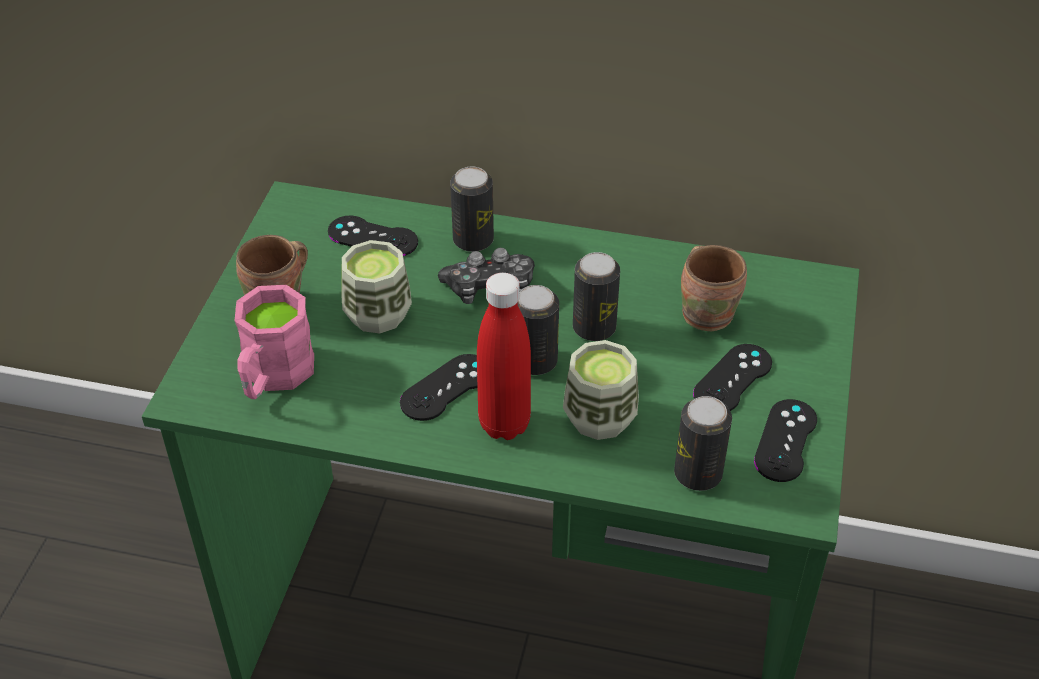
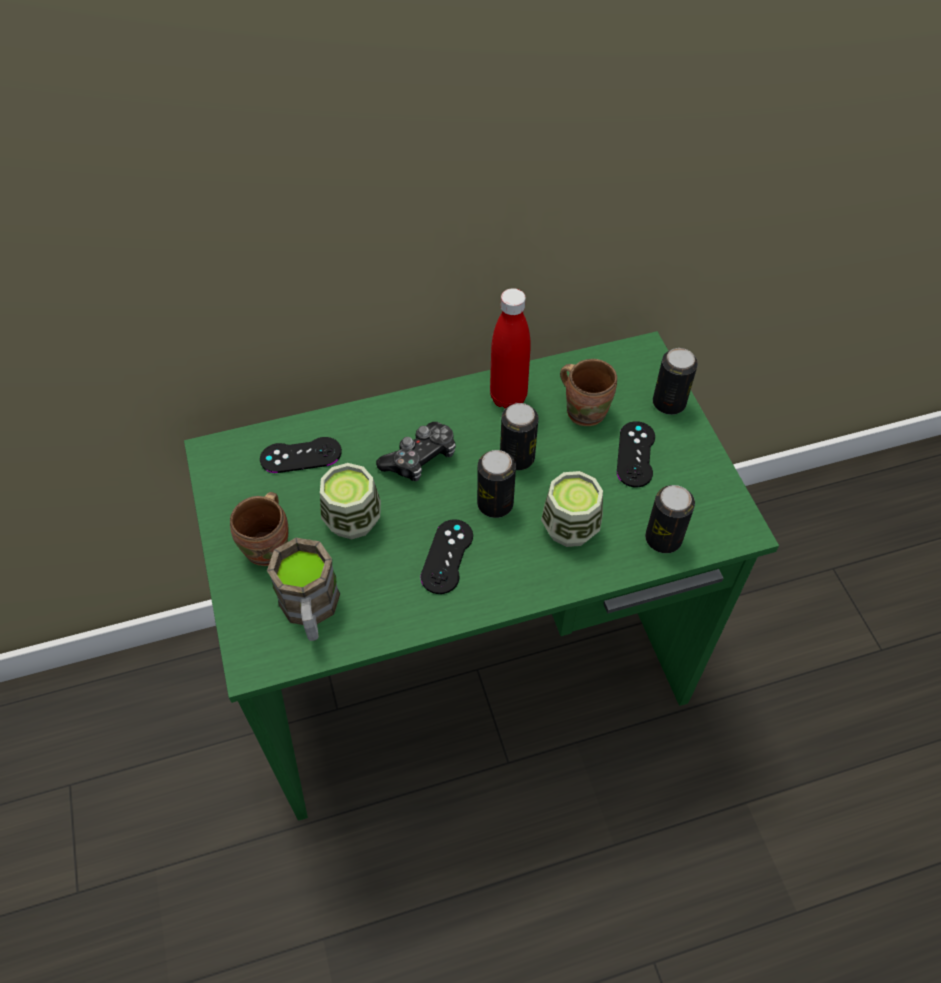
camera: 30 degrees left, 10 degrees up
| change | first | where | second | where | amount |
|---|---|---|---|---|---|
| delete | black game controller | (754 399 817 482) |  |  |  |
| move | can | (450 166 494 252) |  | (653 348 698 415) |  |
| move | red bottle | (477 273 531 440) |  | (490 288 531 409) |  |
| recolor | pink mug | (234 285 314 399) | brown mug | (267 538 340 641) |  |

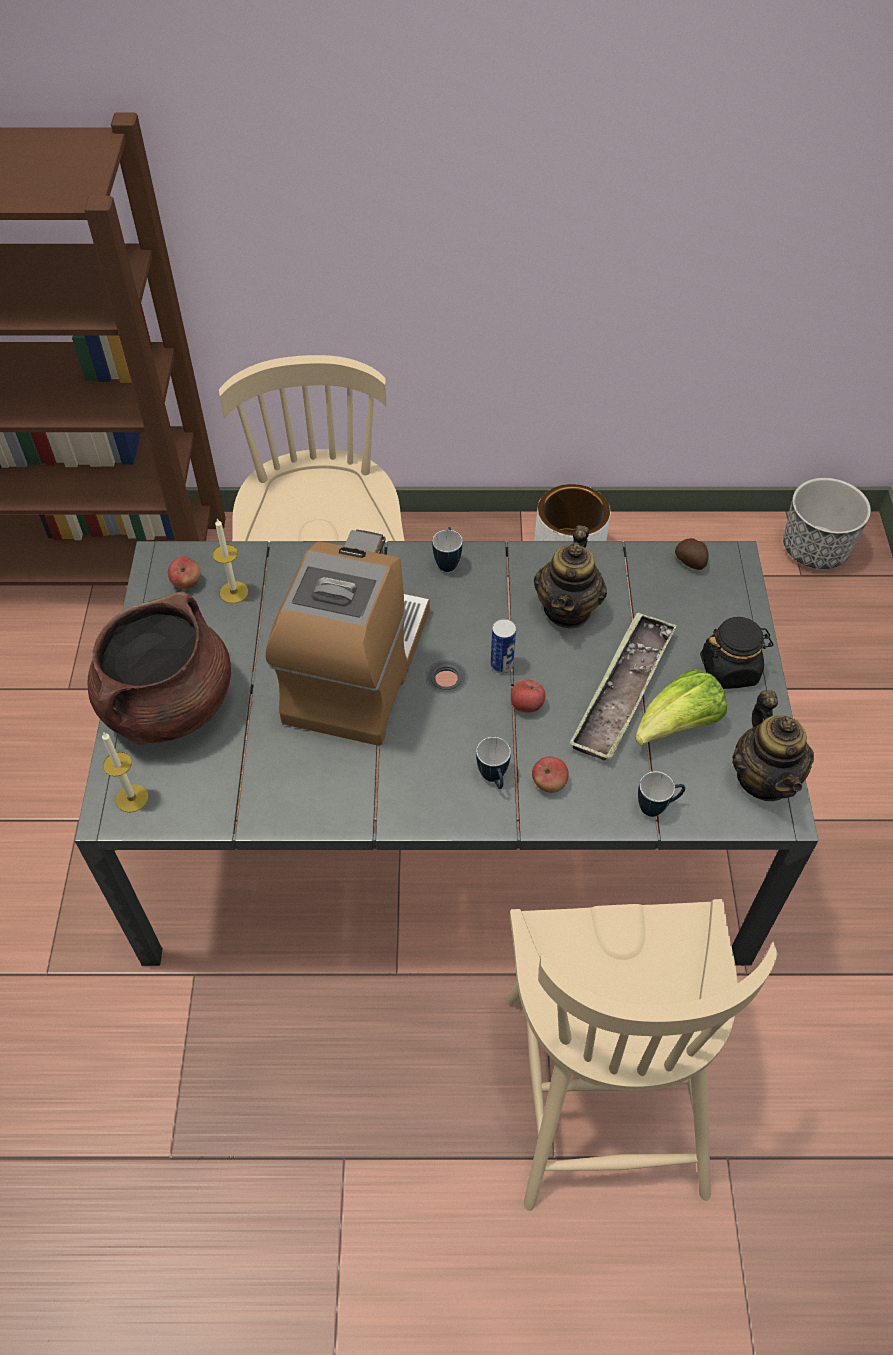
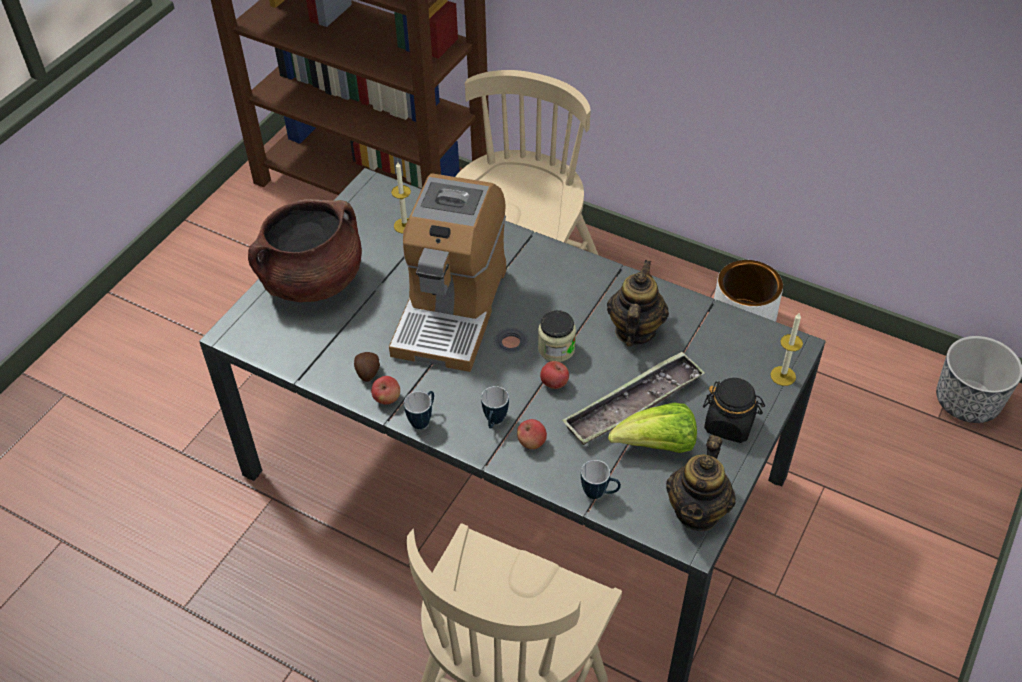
camera: 30 degrees right, 5 degrees down
| change | first | where | second | where | amount |
|---|---|---|---|---|---|
| move | candle | (102 732 148 813) |  | (770 313 803 386) |  |
| move | apple | (168 557 201 589) |  | (371 376 400 405) |  |
| move | mug | (432 527 463 572) |  | (404 391 434 429) |  |
| move | potato | (675 538 709 570) |  | (354 352 380 382) |  |
| replace | can | (490 619 516 674) | jar | (538 310 576 362) |  |
| rotate | coffee machine | (265 530 430 746) |  | (389 173 506 372) | 150 degrees clockwise |
| rotate | teapot | (534 525 607 628) |  | (607 260 669 347) | 150 degrees clockwise |

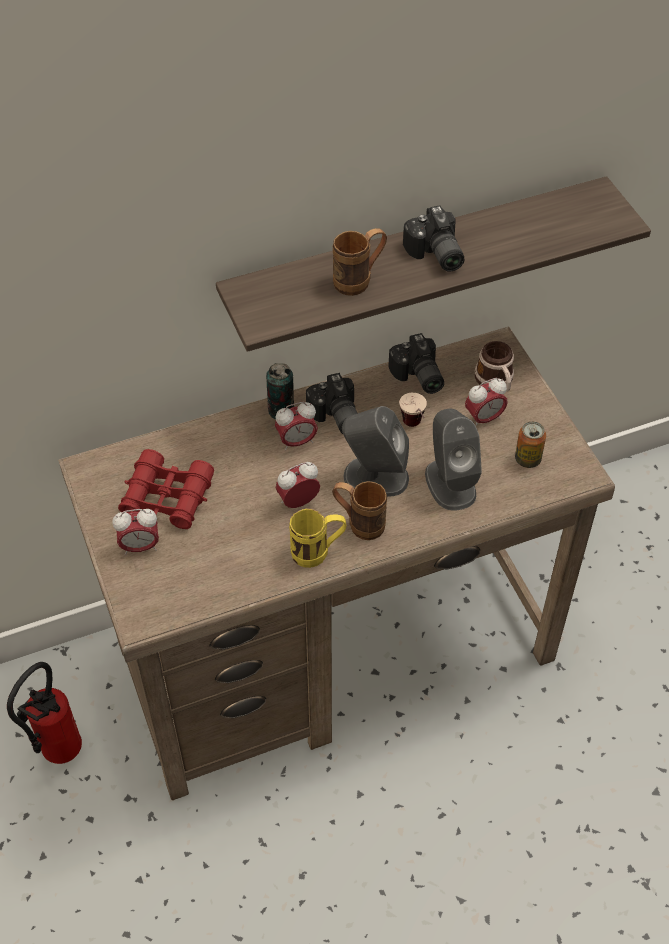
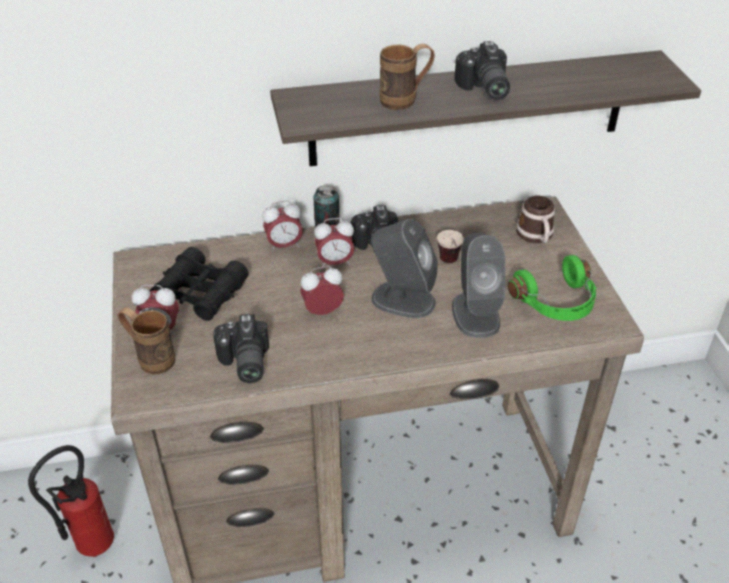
camera: 10 degrees right, 10 degrees down
| change | first | where | second | where | amount |
|---|---|---|---|---|---|
| delete | yellow mug | (289 508 346 568) |  |  |  |
| move | brown mug | (332 481 387 540) |  | (118 307 175 374) |  |
| move | photo camera | (388 333 444 394) |  | (214 314 269 383) |  |
| move | alarm clock | (465 378 508 426) |  | (262 201 303 252) |  |
| replace | can | (515 421 546 468) | green headphones | (508 255 597 321) |  |
| recolor | red binoculars | (118 449 214 529) | black binoculars | (150 247 249 321) |  |

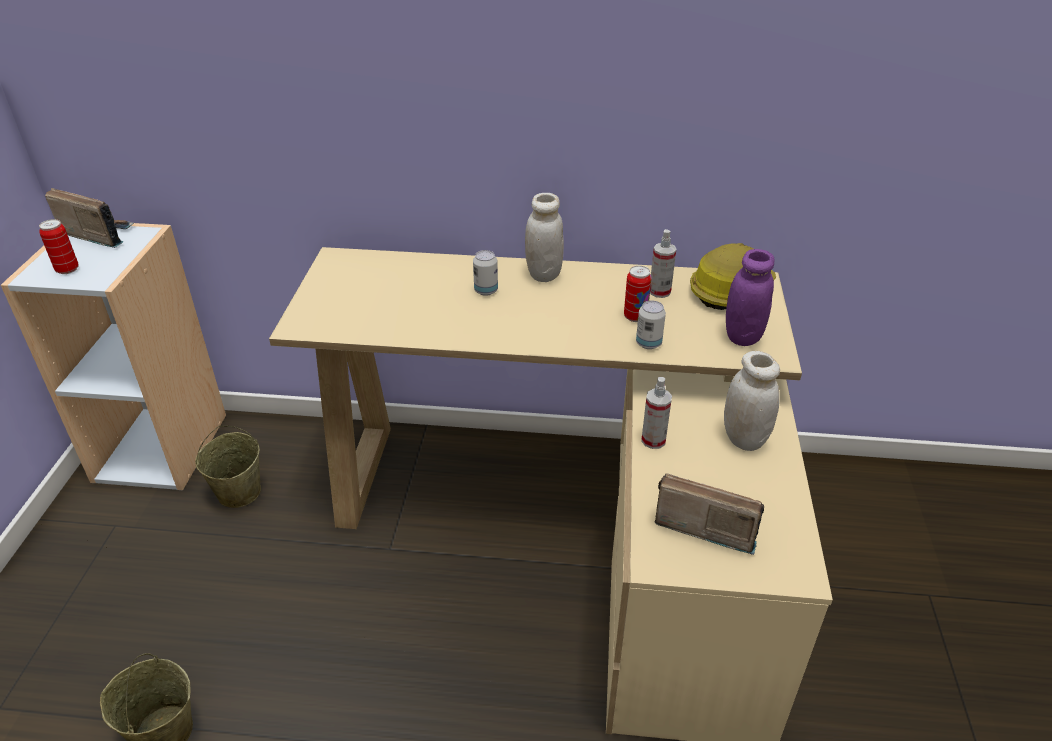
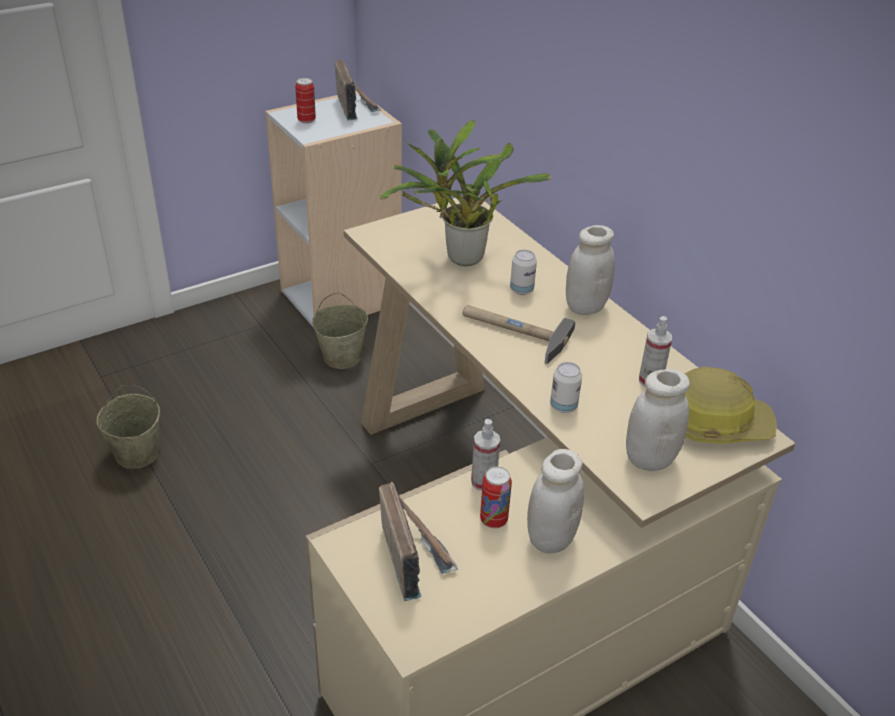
camera: 50 degrees right, 0 degrees up
| change | first | where | second | where | amount |
|---|---|---|---|---|---|
| insert |  |  | potted plant | (380 119 551 266) |  |
| insert |  |  | hammer | (462 305 575 364) |  |
| move | can | (624 266 652 322) |  | (480 466 512 528) |  |
| recolor | purple jar | (726 249 774 346) | white jar | (626 369 690 471) |  |

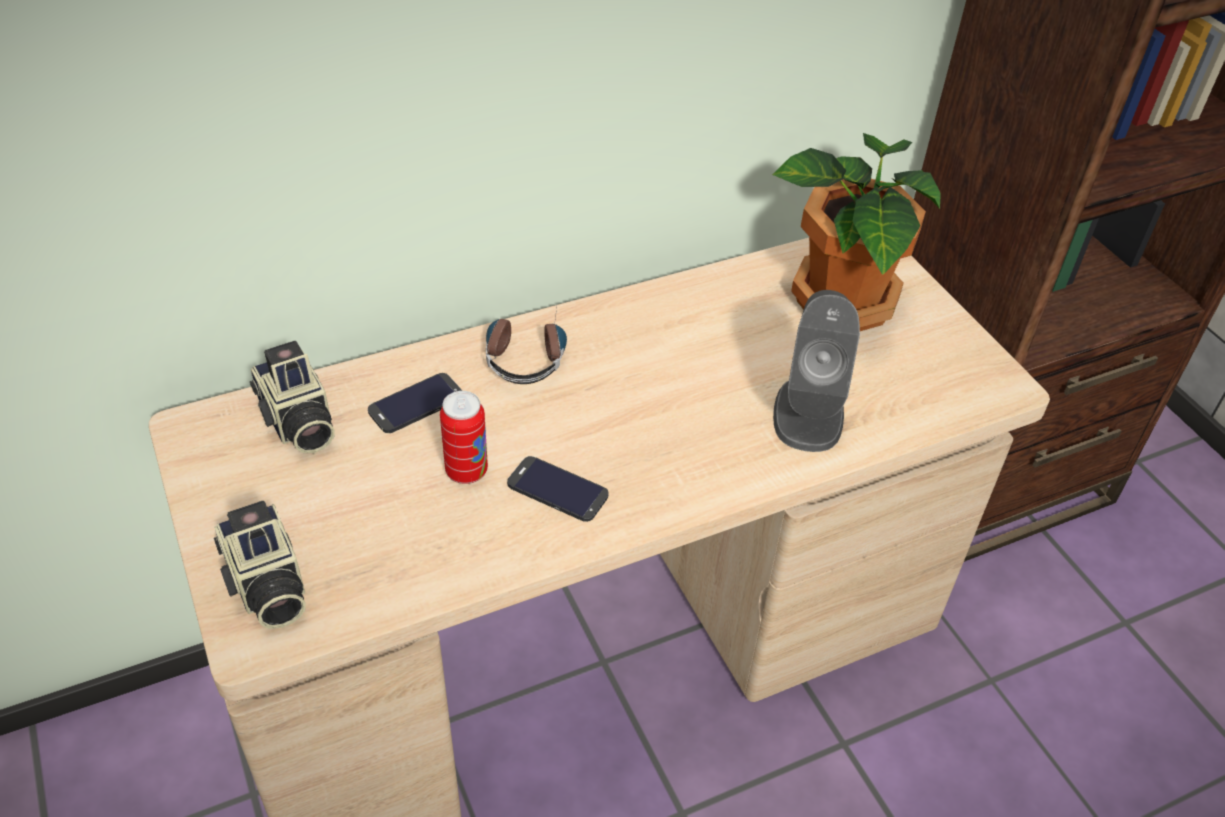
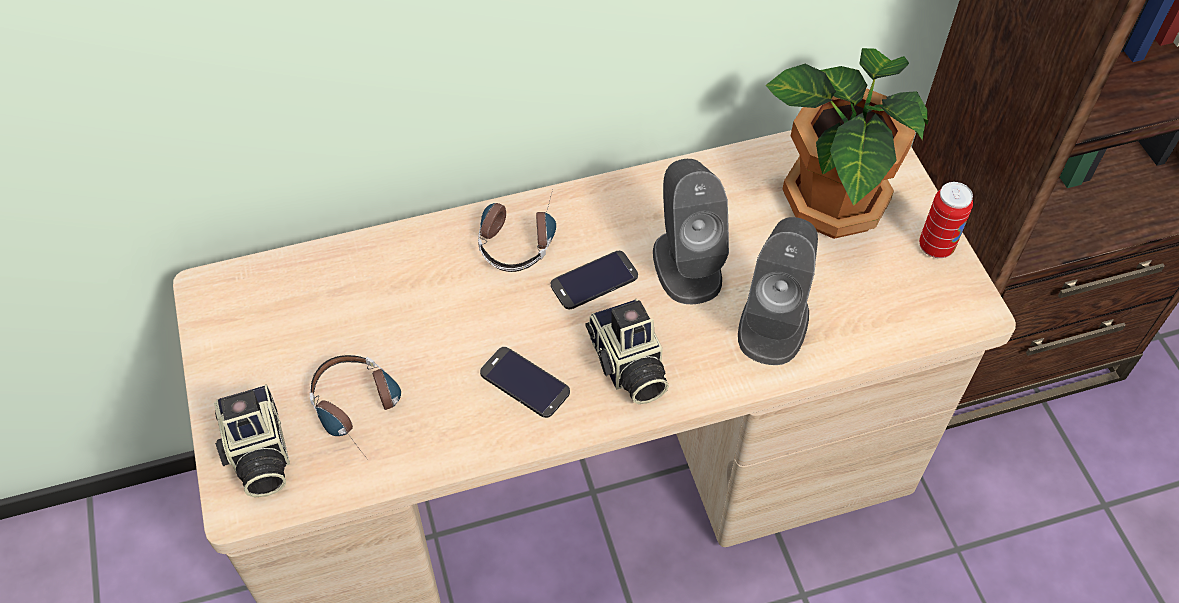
camera: 10 degrees right, 10 degrees up
| change | first | where | second | where | amount |
|---|---|---|---|---|---|
| insert |  |  | headphones | (310 355 401 460) |  |
| insert |  |  | grey speaker | (653 159 729 304) |  |
| move | photo camera | (250 341 335 453) |  | (585 299 669 404) |  |
| move | phone | (368 373 462 433) |  | (551 251 638 309) |  |
| move | can | (440 391 488 484) |  | (919 182 973 258) |  |

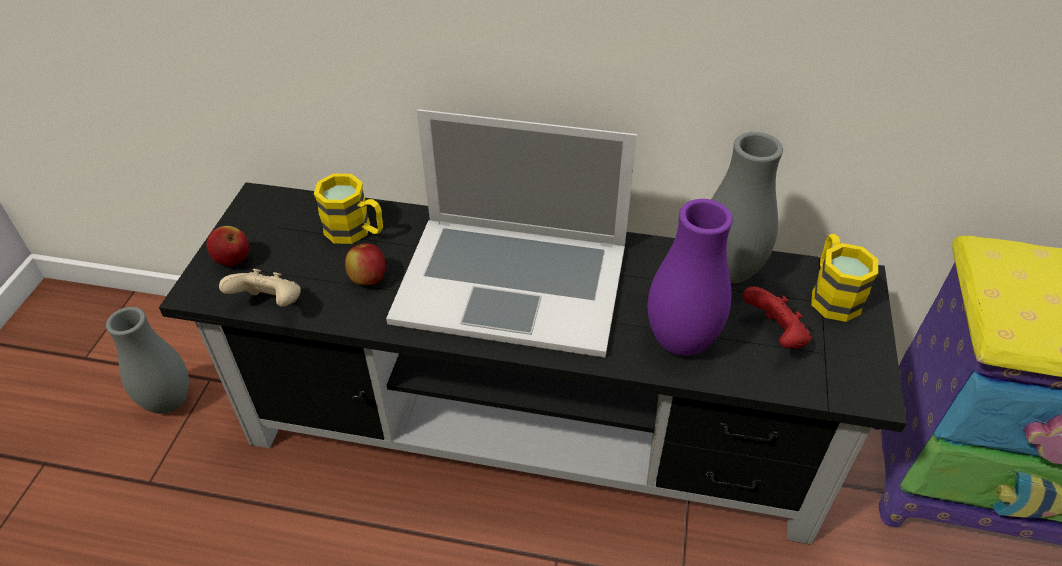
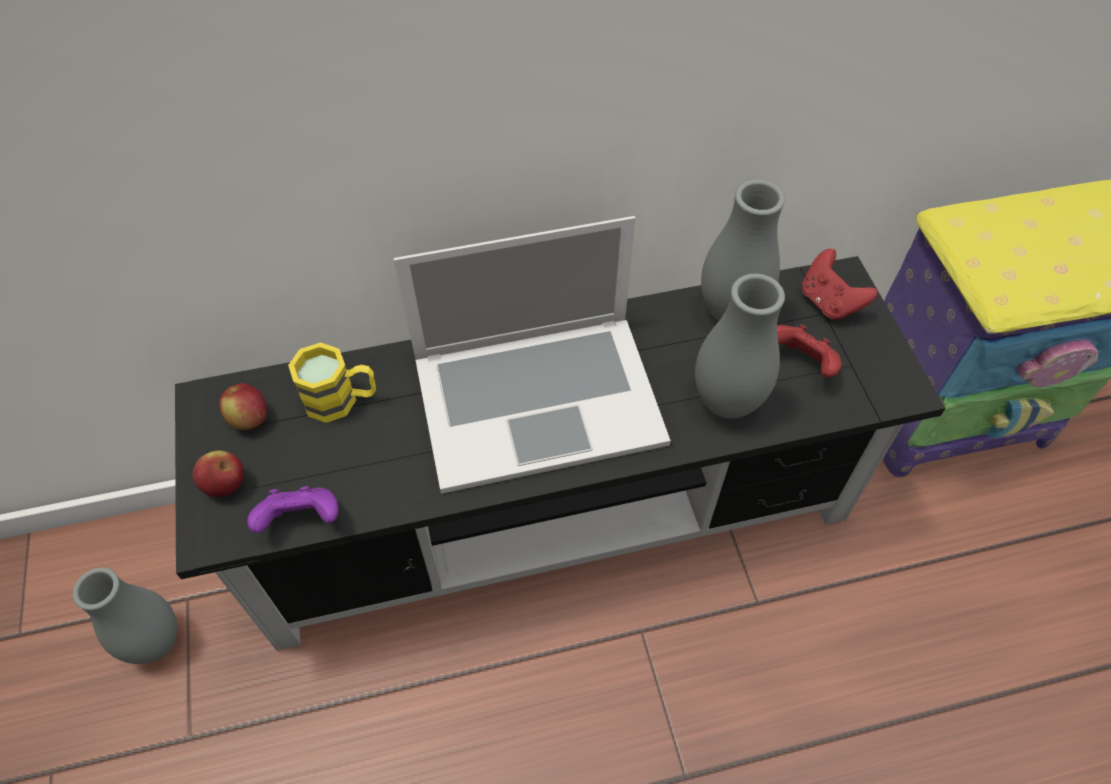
camera: 25 degrees left, 10 degrees up
| change | first | where | second | where | amount |
|---|---|---|---|---|---|
| move | apple | (345 243 386 285) |  | (219 383 267 430) |  |
| replace | yellow mug | (811 234 878 322) | red game controller | (802 249 878 321) |  |
| recolor | beige game controller | (219 269 301 307) | purple game controller | (247 486 339 533) |  |
| recolor | purple vase | (647 199 733 356) | grey vase | (695 273 785 419) |  |

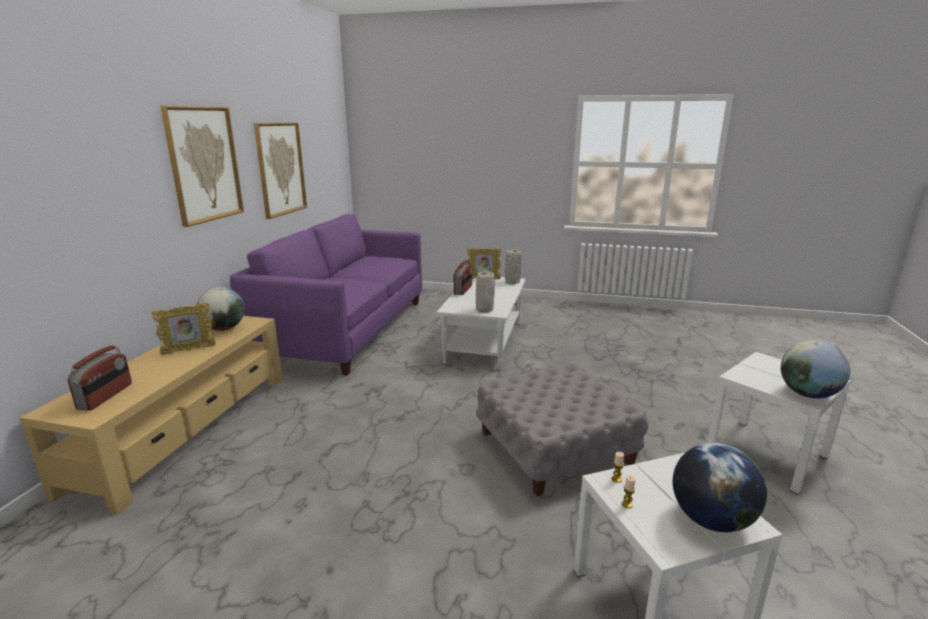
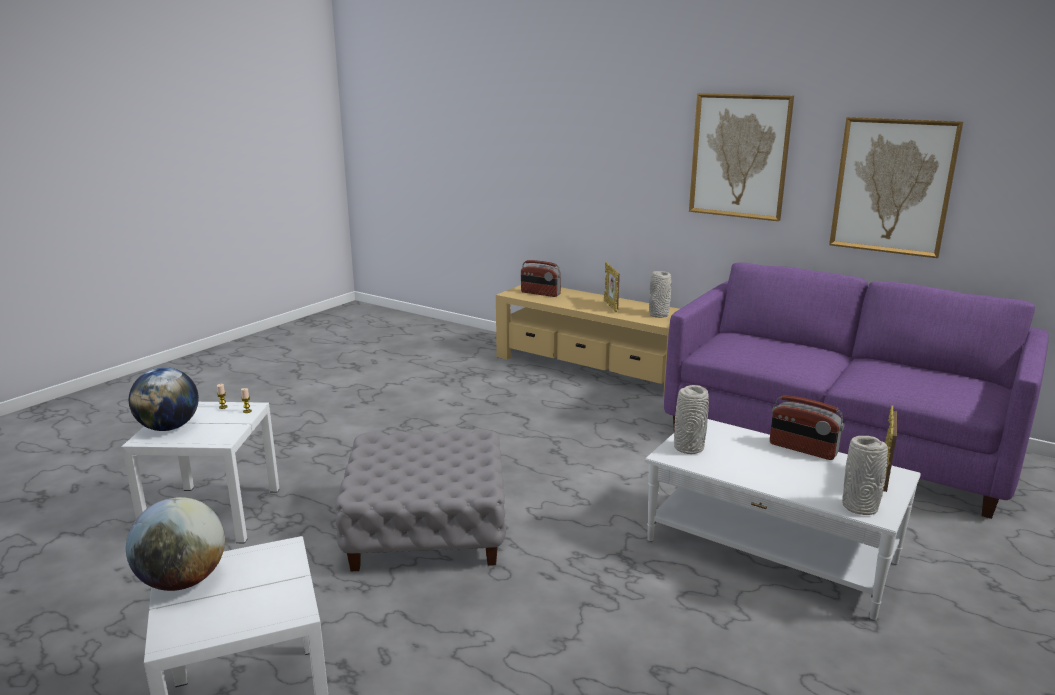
camera: 110 degrees right, 0 degrees up
| change | first | where | second | where | amount |
|---|---|---|---|---|---|
| replace | globe | (197 287 245 331) | grey vase | (649 271 671 318) |  |

